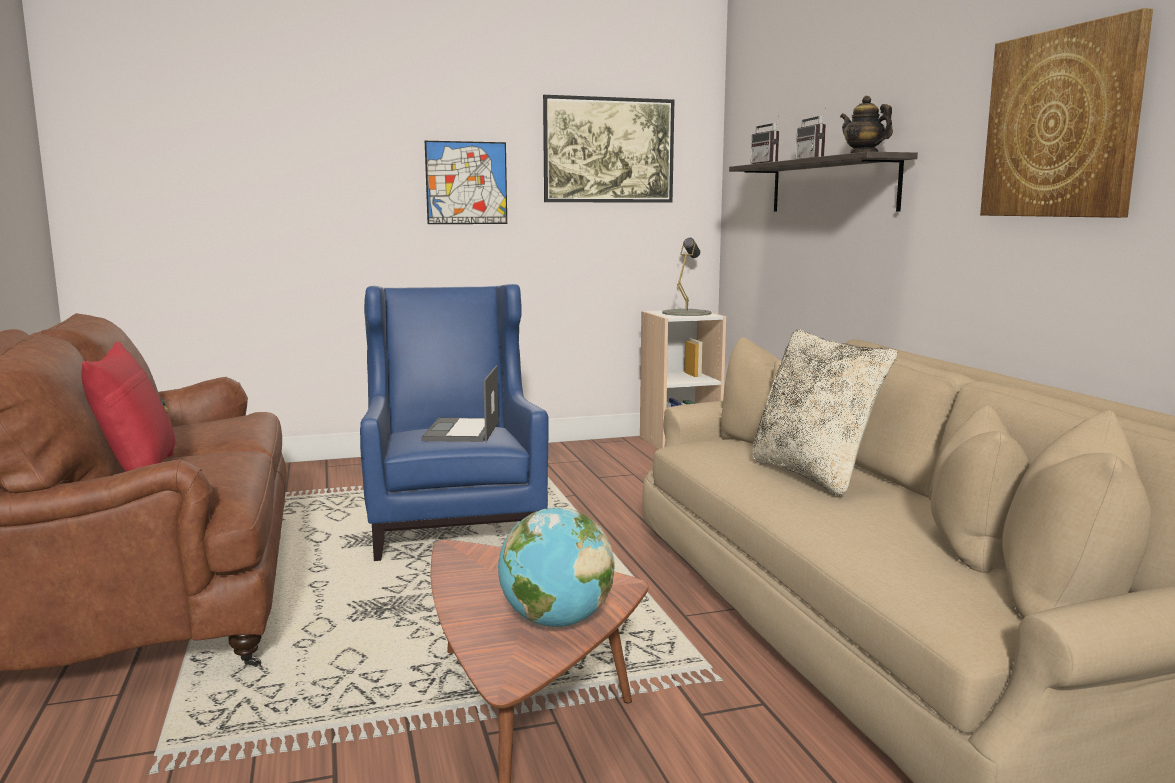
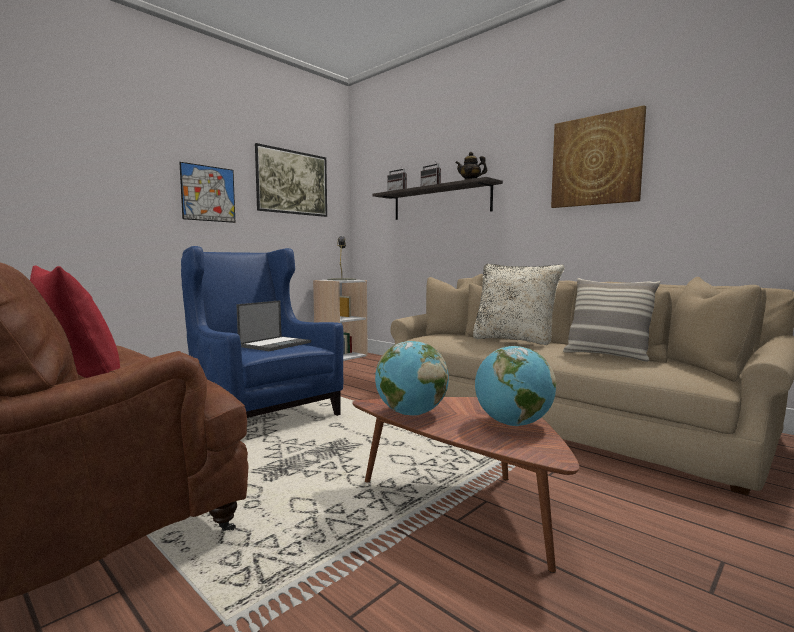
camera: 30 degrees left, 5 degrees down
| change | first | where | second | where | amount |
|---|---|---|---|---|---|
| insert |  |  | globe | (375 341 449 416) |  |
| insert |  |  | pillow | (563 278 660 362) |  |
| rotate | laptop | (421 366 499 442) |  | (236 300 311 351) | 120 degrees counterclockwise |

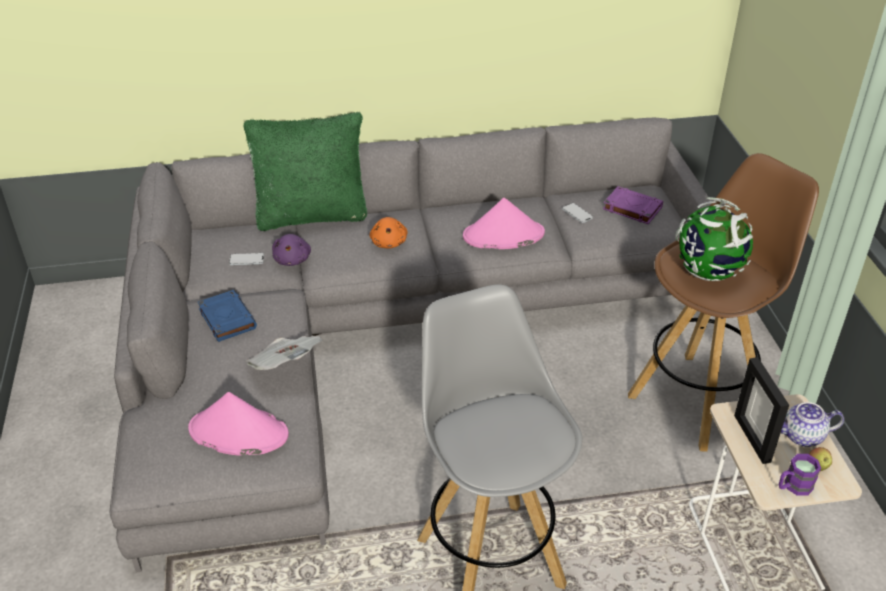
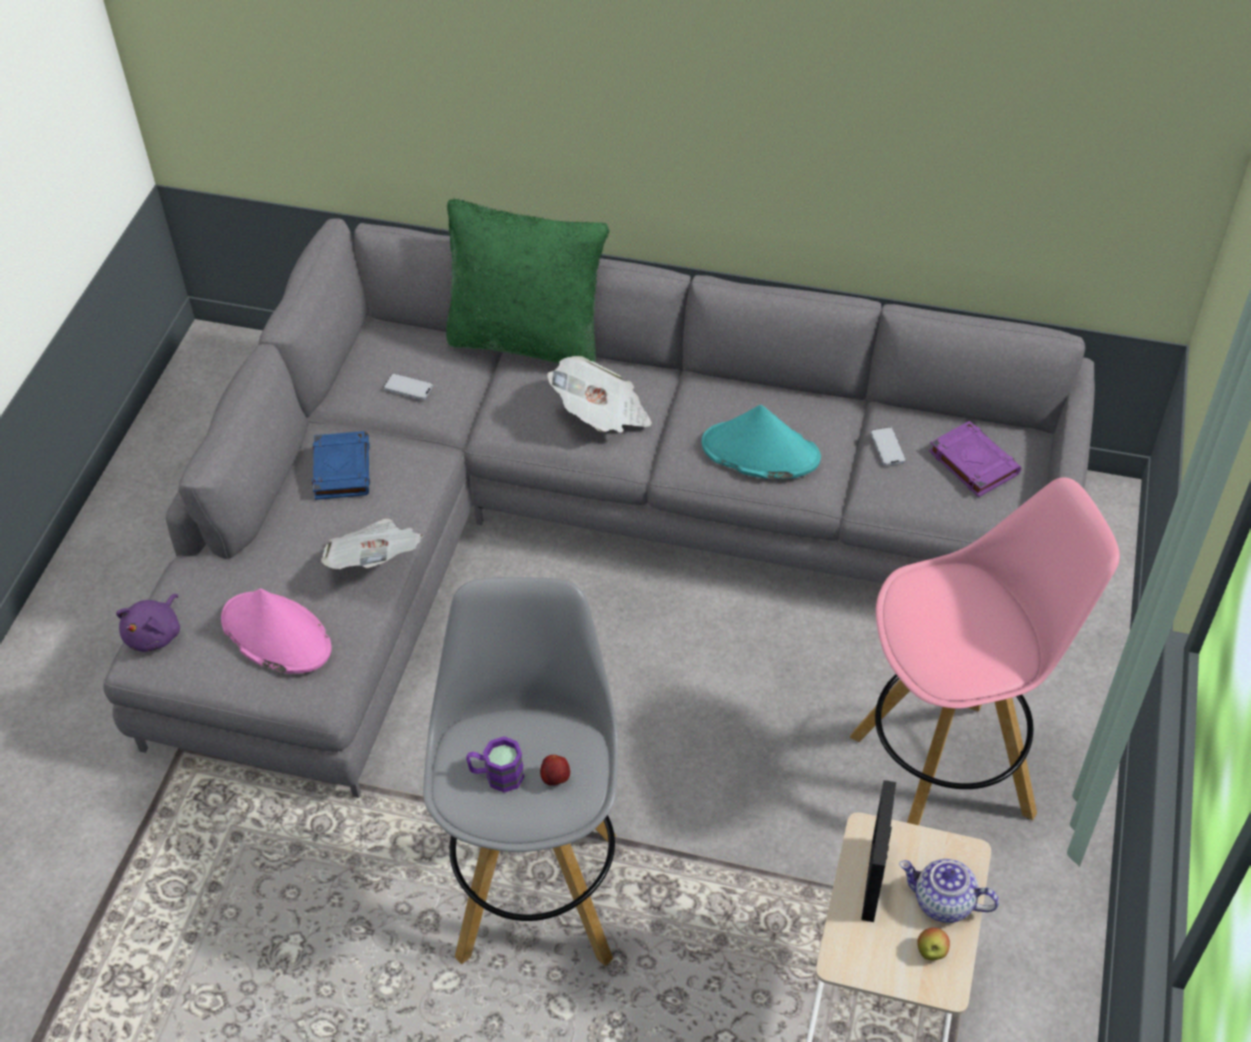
camera: 25 degrees right, 10 degrees up
| change | first | where | second | where | amount |
|---|---|---|---|---|---|
| delete | globe | (675 197 753 281) |  |  |  |
| insert |  |  | apple | (540 755 570 786) |  |
| move | purple plush toy | (272 234 311 266) |  | (116 594 180 652) |  |
| move | purple mug | (779 454 821 496) |  | (466 736 525 793) |  |
| replace | orange plush toy | (370 217 407 248) | newspaper | (547 356 652 433) |  |
| recolor | pink hat | (463 198 545 249) | turquoise hat | (702 405 821 479) |  |
| recolor | brown stool | (628 153 819 452) | pink stool | (850 478 1120 825) |  |

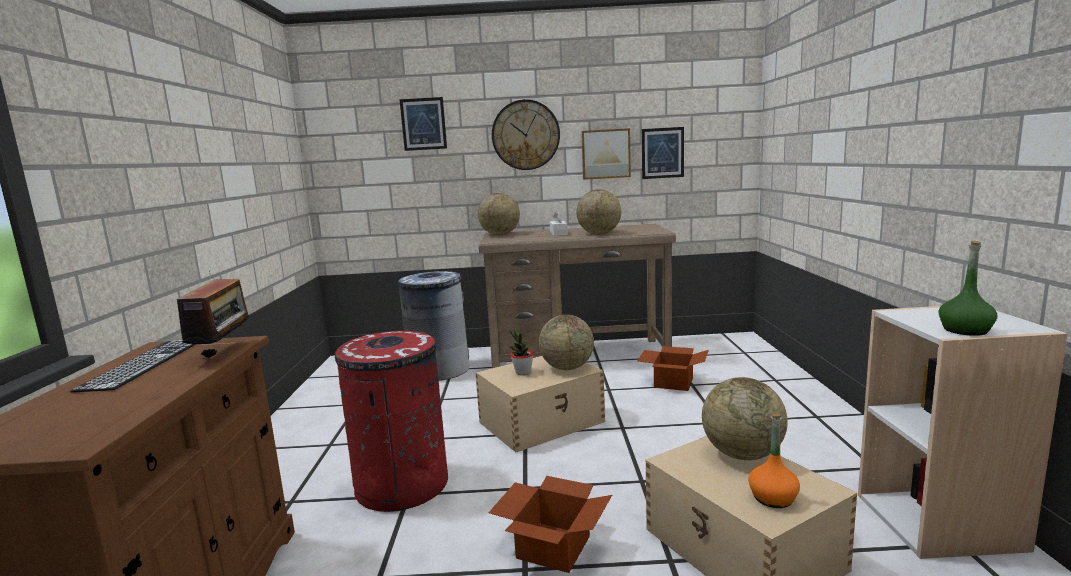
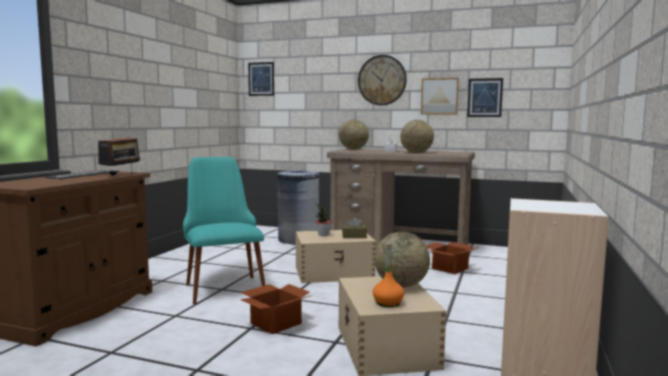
camera: 20 degrees right, 5 degrees down
| change | first | where | second | where | amount |
|---|---|---|---|---|---|
| delete | green bottle | (938 241 998 336) |  |  |  |
| move | picture | (399 97 447 151) |  | (248 62 274 96) |  |
| replace | red trash can | (335 331 448 512) | turquoise chair | (183 157 265 304) |  |
| replace | globe | (539 315 594 370) | brown tissue box | (342 217 367 238) |  |

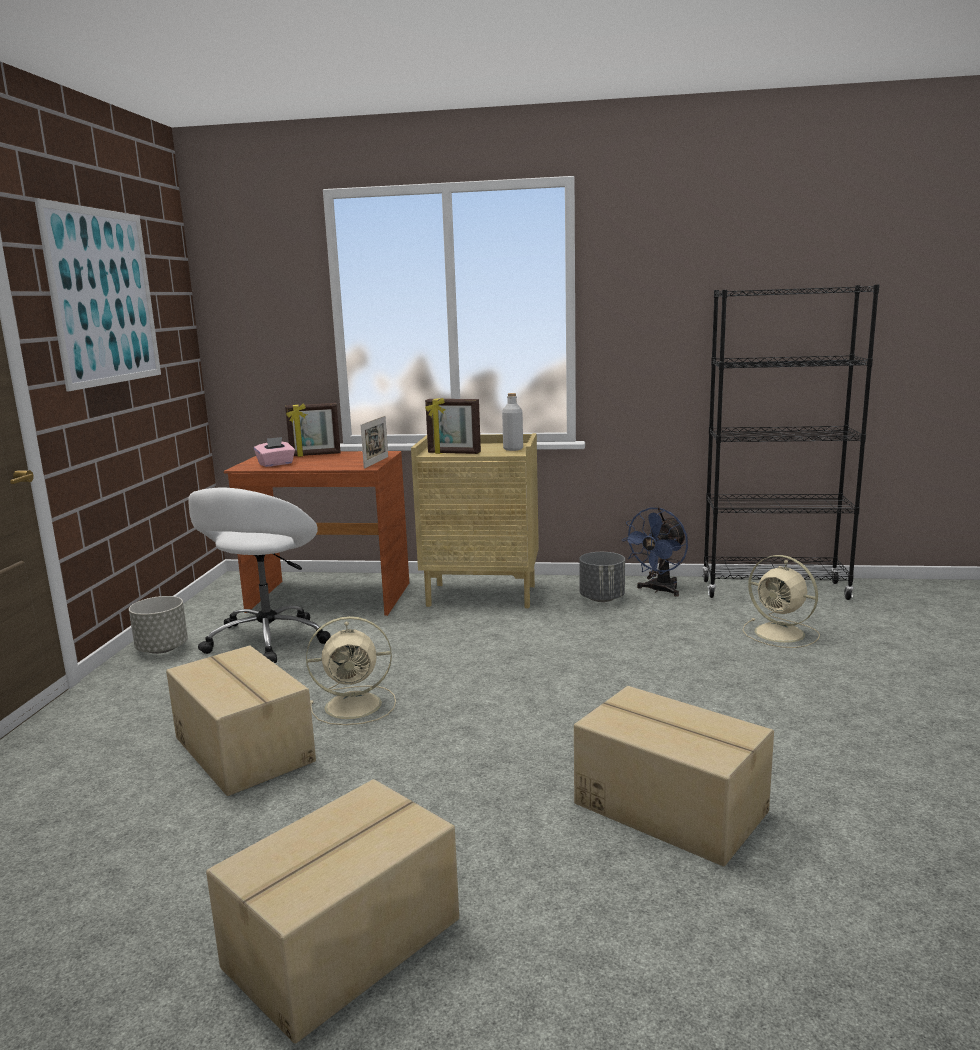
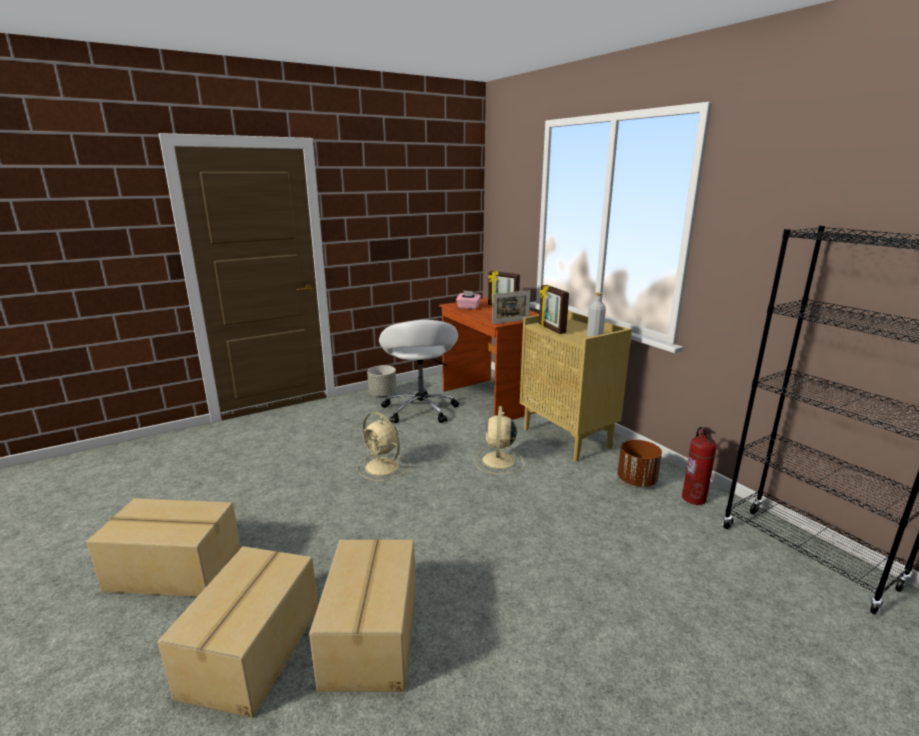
camera: 50 degrees right, 5 degrees up
| change | first | where | second | where | amount |
|---|---|---|---|---|---|
| delete | picture | (34 198 161 391) |  |  |  |
| move | cardboard box | (166 645 316 796) |  | (158 546 318 718) |  |
| move | beige fan | (742 555 820 648) |  | (474 406 524 474) |  |
| replace | blue fan | (622 507 688 597) | fire extinguisher | (682 427 717 505) |  |
| recolor | grey planter | (579 552 625 602) | brown planter | (618 440 662 487) |  |
| rotate | white office chair | (189 487 331 663) |  | (379 320 459 423) | 75 degrees counterclockwise |

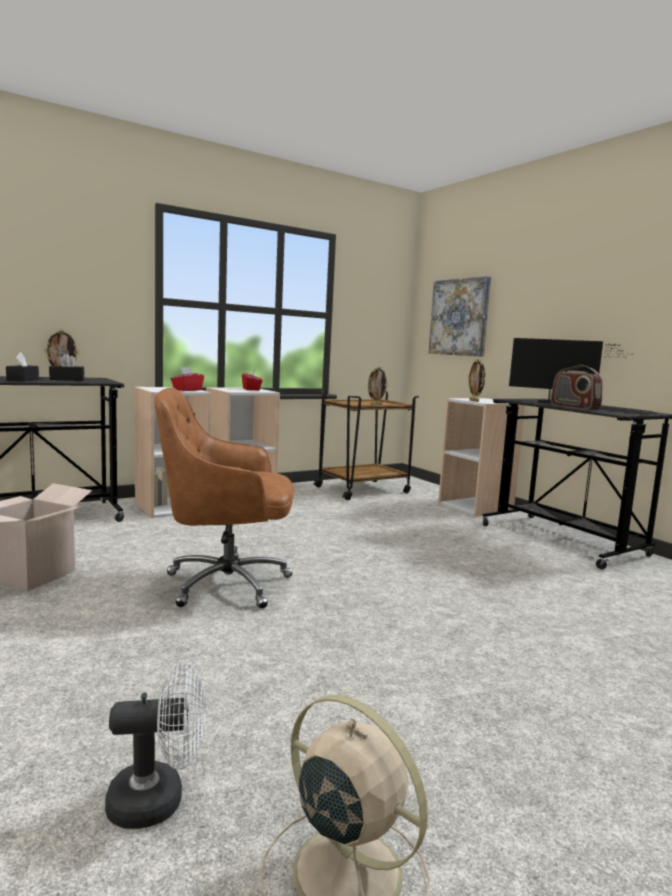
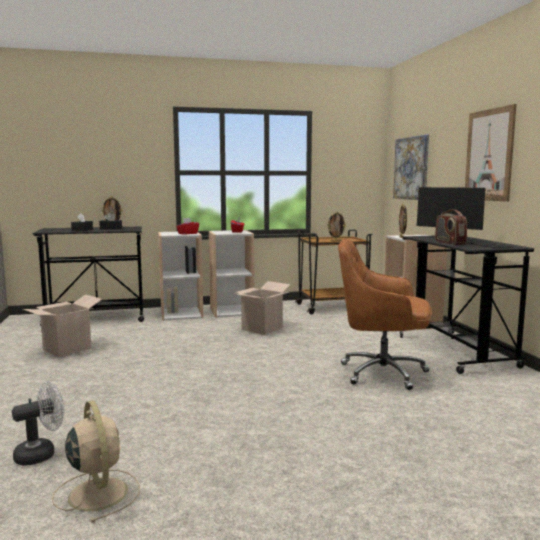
camera: 20 degrees right, 0 degrees up
| change | first | where | second | where | amount |
|---|---|---|---|---|---|
| insert |  |  | cardboard box | (232 281 290 335) |  |
| insert |  |  | picture | (465 104 516 202) |  |
| move | brown office chair | (154 387 294 608) |  | (338 238 432 390) |  |
| rotate | white fan | (105 662 206 829) |  | (12 381 64 466) | 45 degrees counterclockwise |

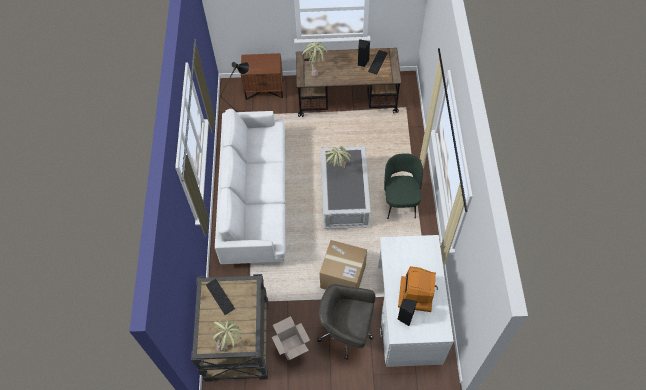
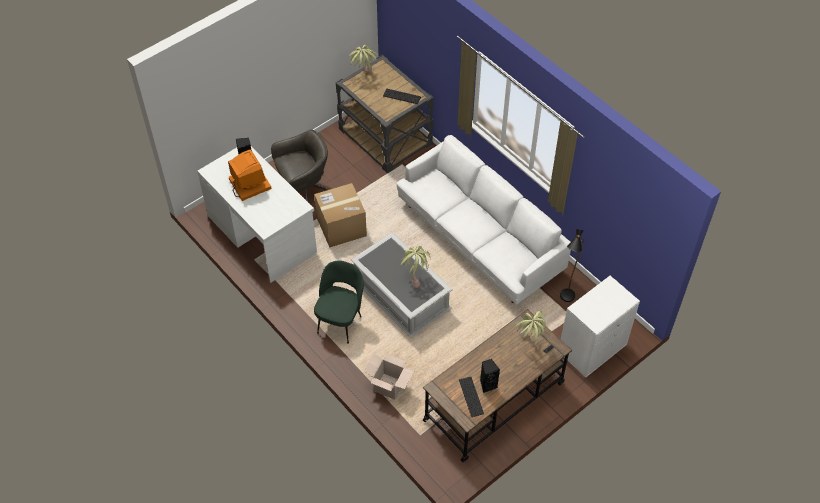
camera: 140 degrees right, 5 degrees down
| change | first | where | second | where | amount |
|---|---|---|---|---|---|
| move | cardboard box | (272 316 310 360) |  | (364 354 414 400) |  |
| replace | brown nightstand | (241 53 283 100) | white cabinet | (561 276 640 377) |  |
| rotate | green chair | (384 154 423 219) |  | (314 260 364 344) | 120 degrees counterclockwise |

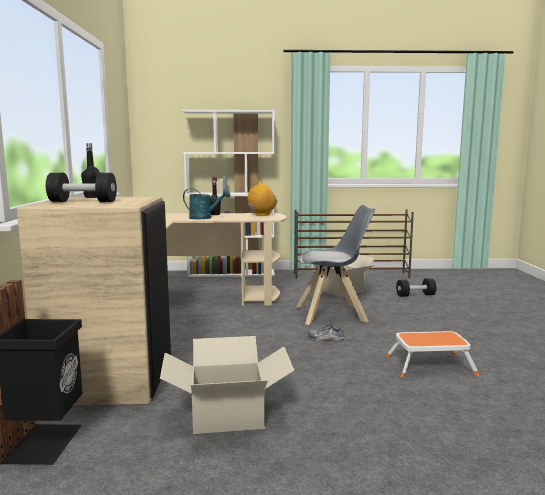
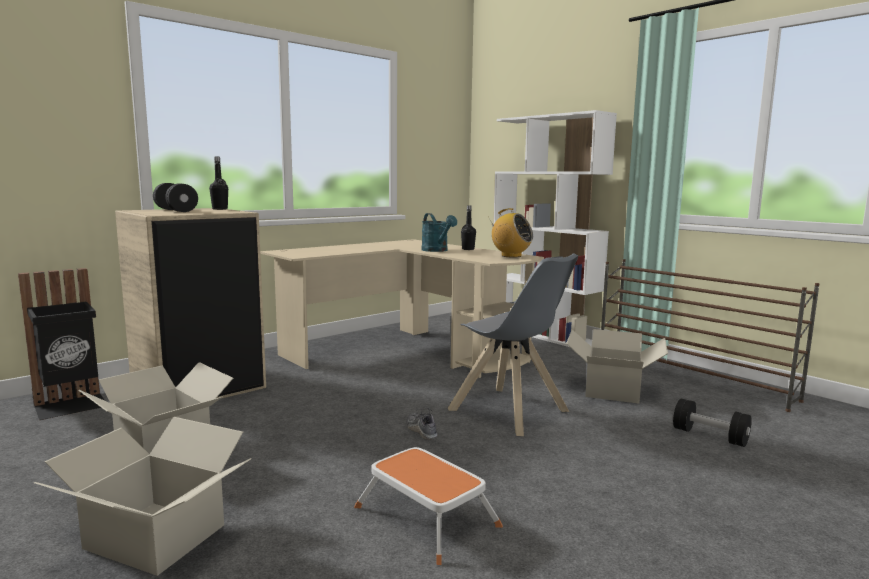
camera: 50 degrees right, 0 degrees up
| change | first | where | second | where | amount |
|---|---|---|---|---|---|
| insert |  |  | cardboard box | (34 417 252 576) |  |

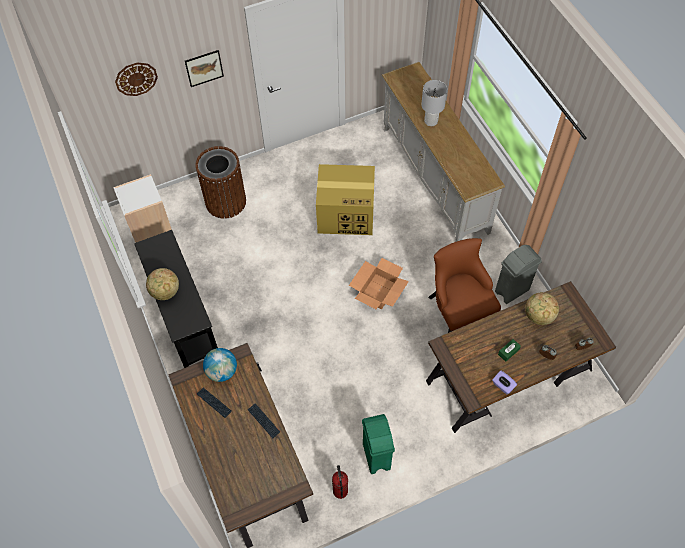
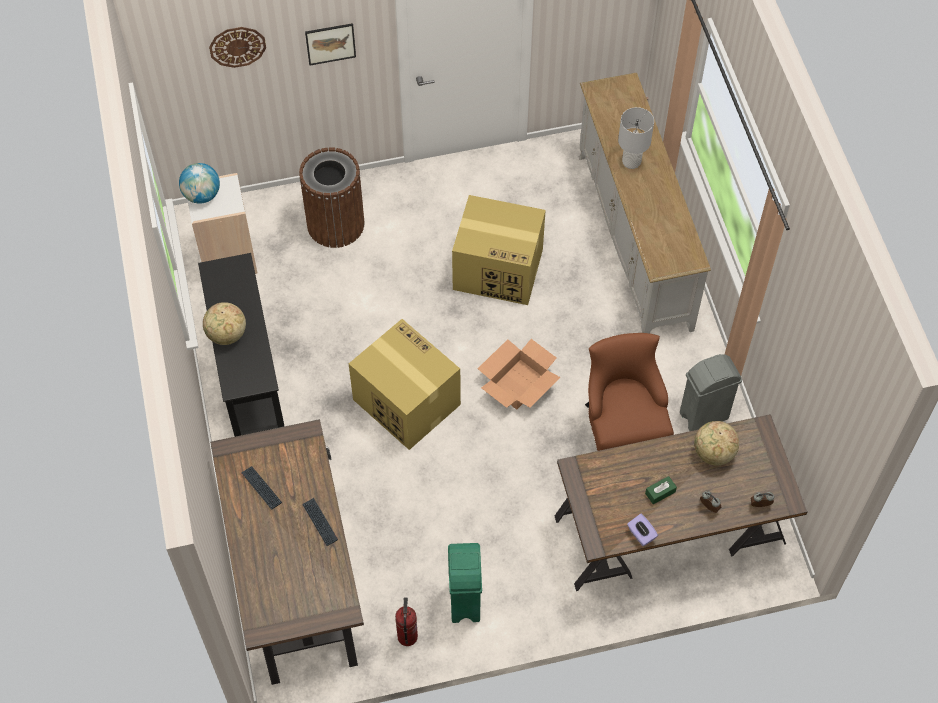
camera: 10 degrees right, 0 degrees up
| change | first | where | second | where | amount |
|---|---|---|---|---|---|
| insert |  |  | cardboard box | (349 319 461 450) |  |
| move | globe | (203 348 237 382) |  | (179 163 220 204) |  |

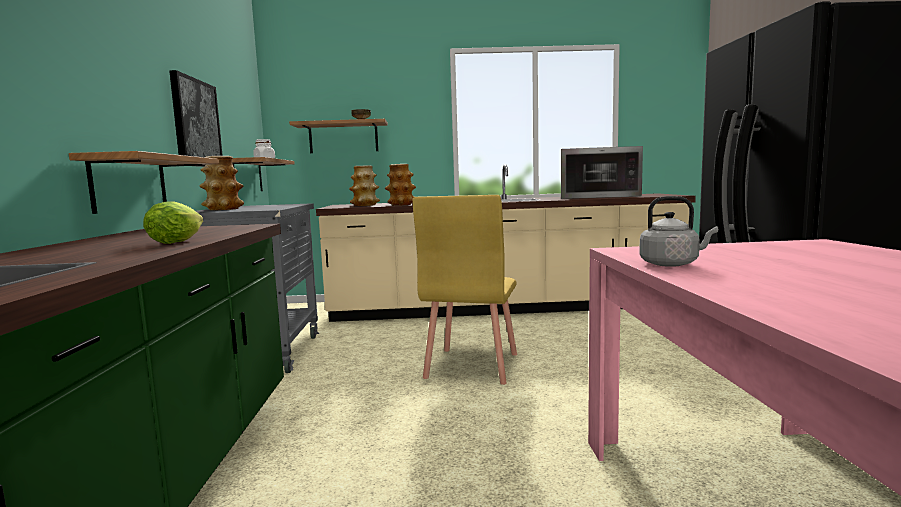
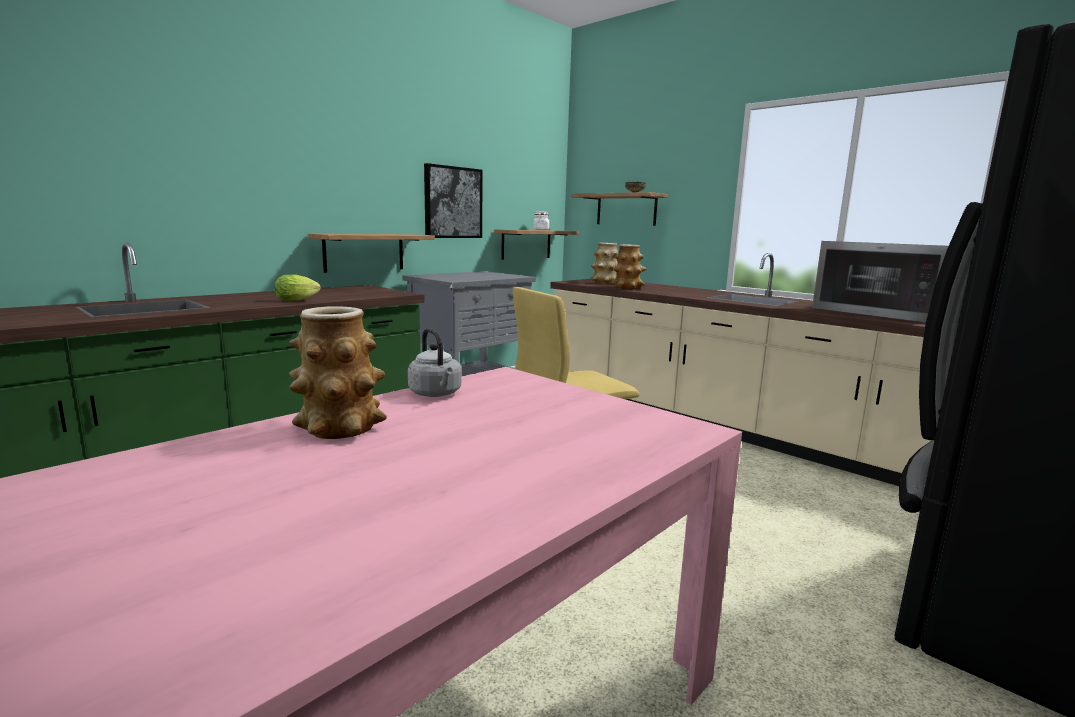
camera: 45 degrees right, 5 degrees up
| change | first | where | second | where | amount |
|---|---|---|---|---|---|
| move | vase | (199 156 244 210) |  | (289 306 387 439) |  |

